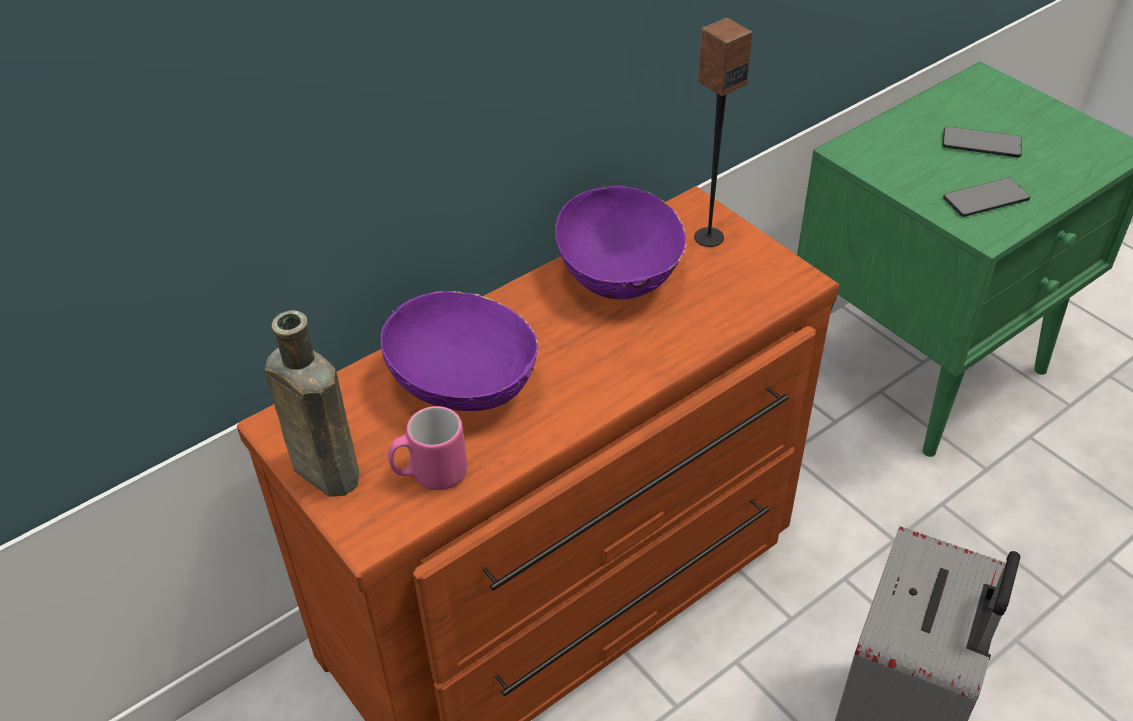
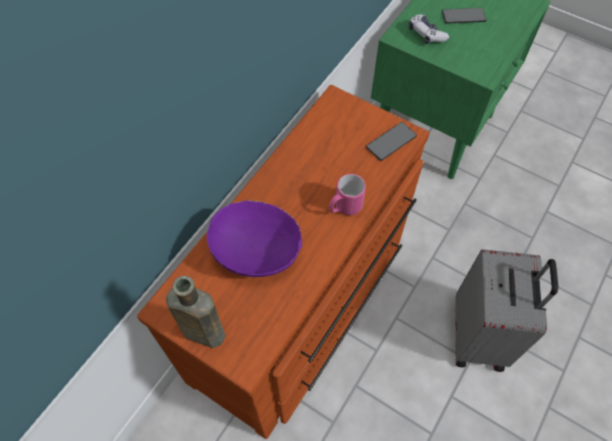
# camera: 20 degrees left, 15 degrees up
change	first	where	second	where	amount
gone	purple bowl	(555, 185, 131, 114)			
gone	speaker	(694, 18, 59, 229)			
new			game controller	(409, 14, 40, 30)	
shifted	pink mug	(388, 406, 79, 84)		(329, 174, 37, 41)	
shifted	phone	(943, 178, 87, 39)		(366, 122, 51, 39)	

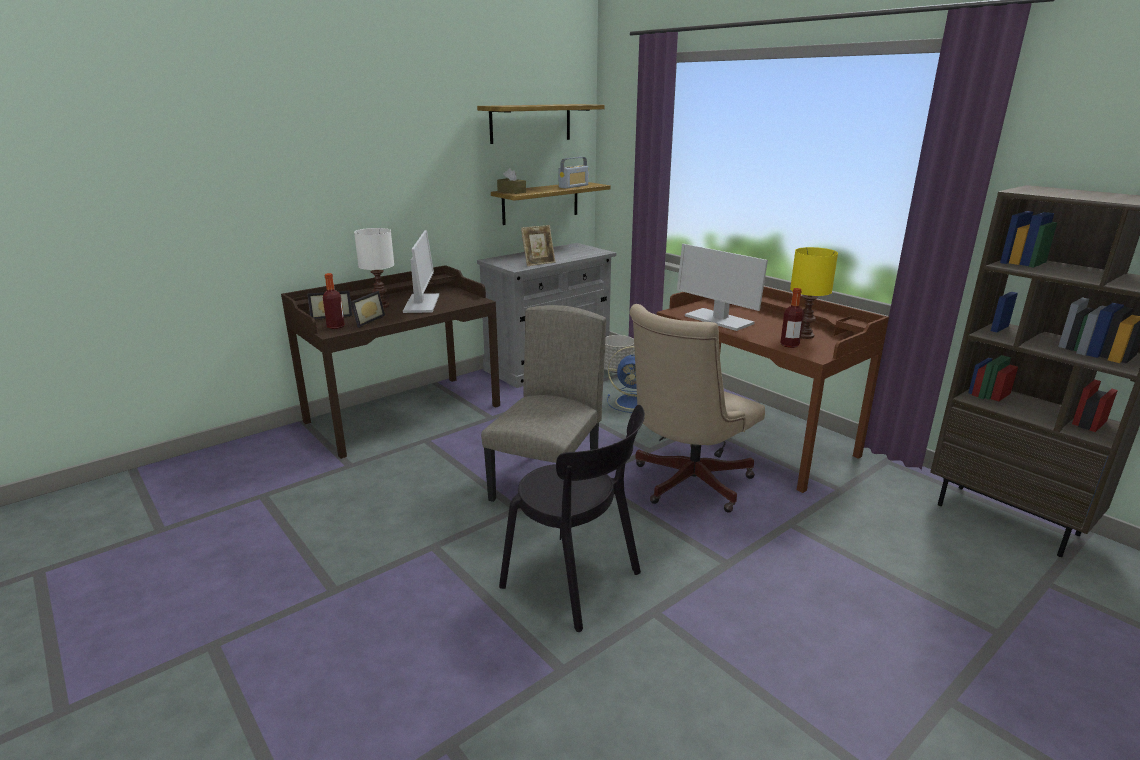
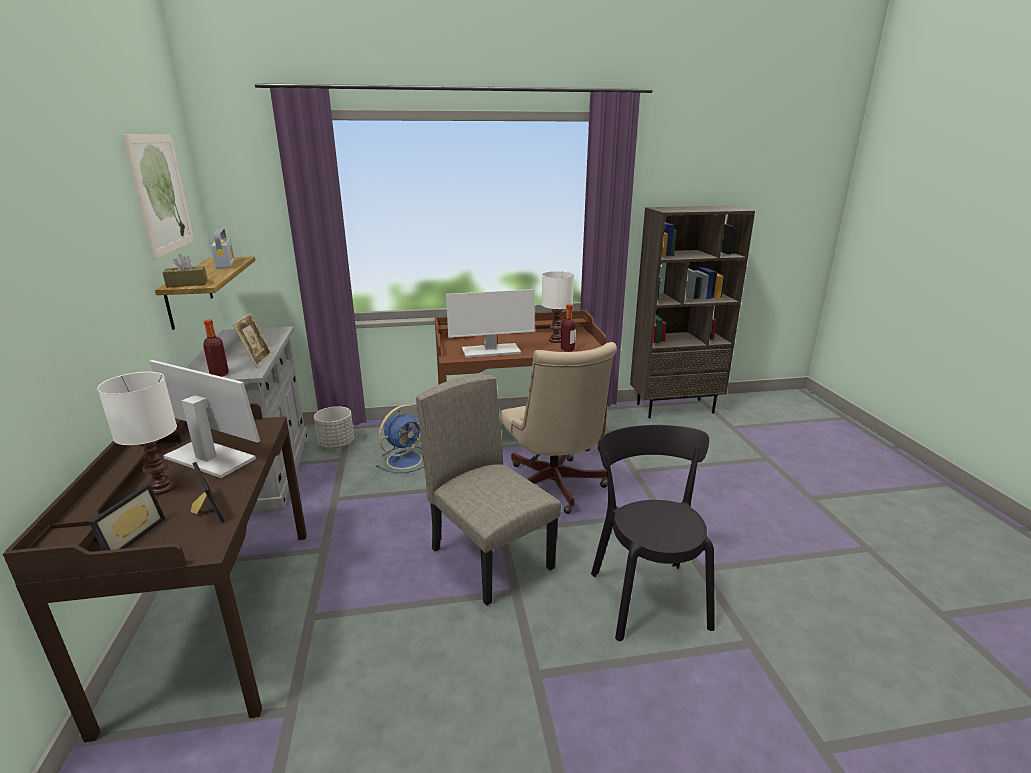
# camera: 60 degrees left, 0 degrees up
change	first	where	second	where	amount
shifted	bottle	(323, 273, 22, 56)		(203, 319, 26, 58)	
swapped	shelf	(477, 104, 128, 40)	picture	(123, 134, 71, 125)	
repainted	yellow table lamp	(790, 247, 48, 92)	white table lamp	(542, 271, 32, 72)	
rotated	black chair	(499, 405, 146, 227)		(591, 425, 124, 216)	75 degrees counterclockwise

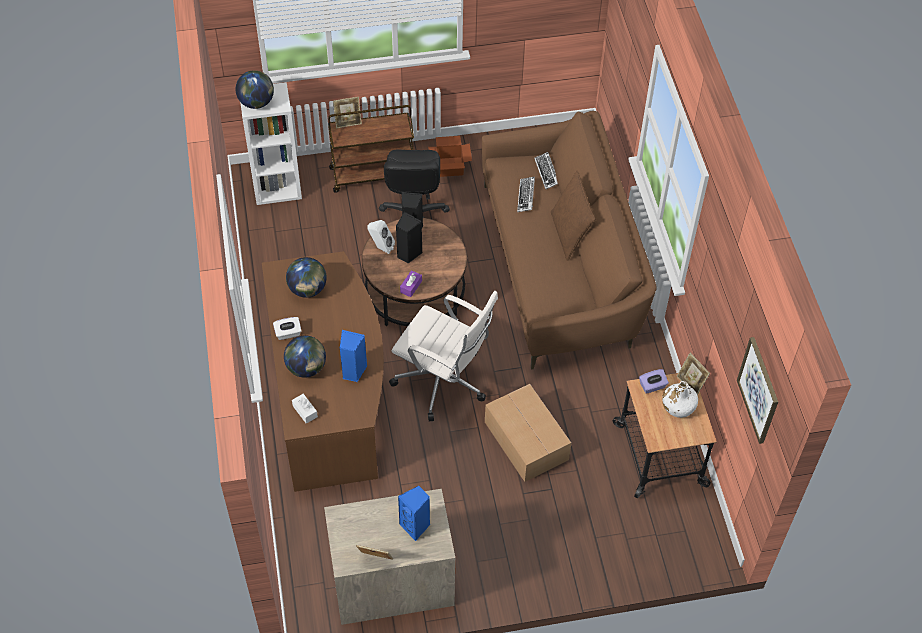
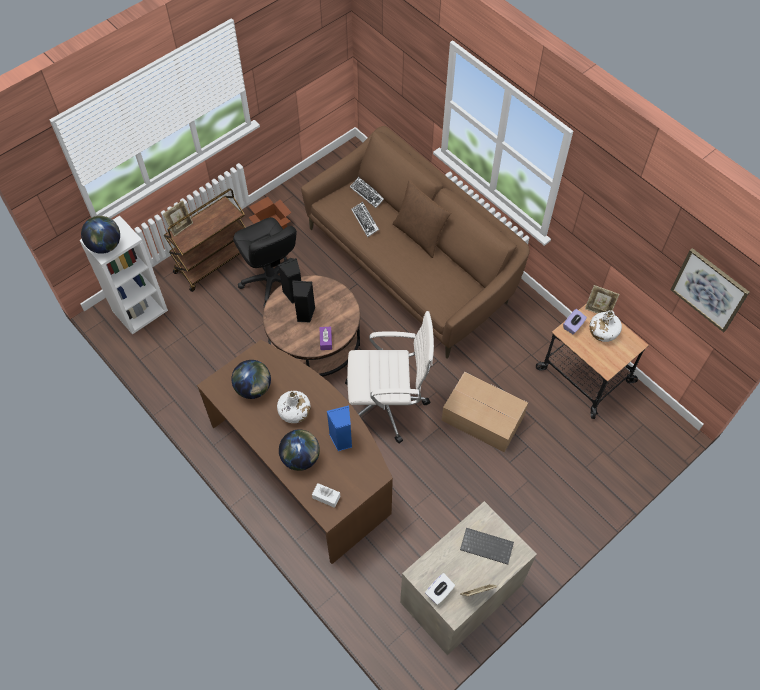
# camera: 30 degrees left, 5 degrees up
change	first	where	second	where	amount
gone	white speaker	(367, 220, 28, 34)			
new			white bottle	(277, 391, 34, 32)	
shifted	white tissue box	(273, 317, 28, 23)		(425, 573, 30, 32)	
swapped	blue speaker	(398, 486, 32, 55)	keyboard	(460, 528, 54, 37)	

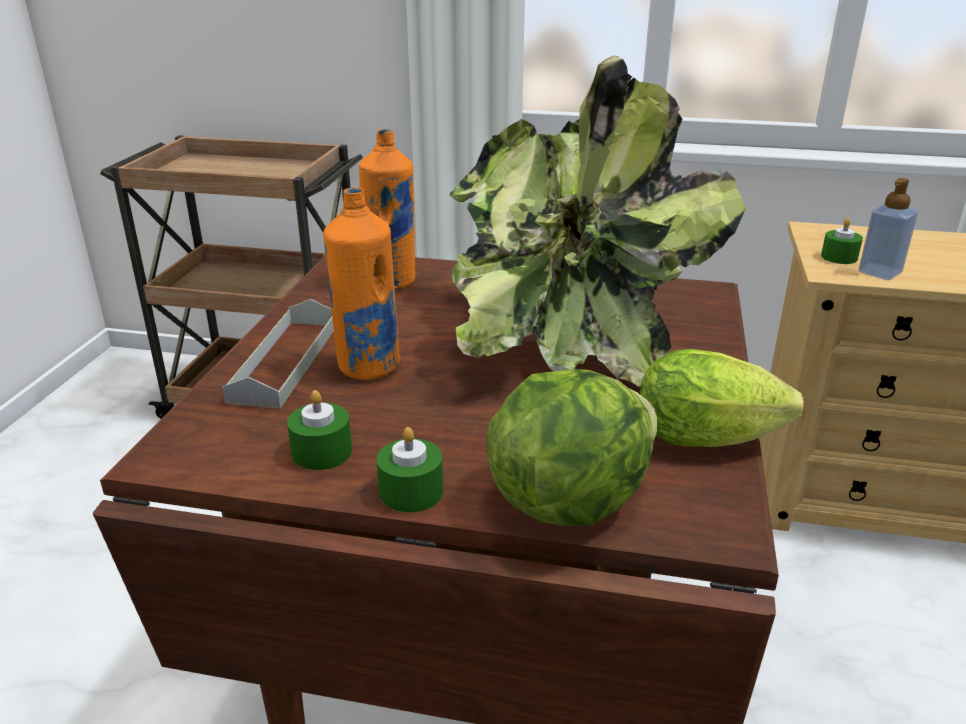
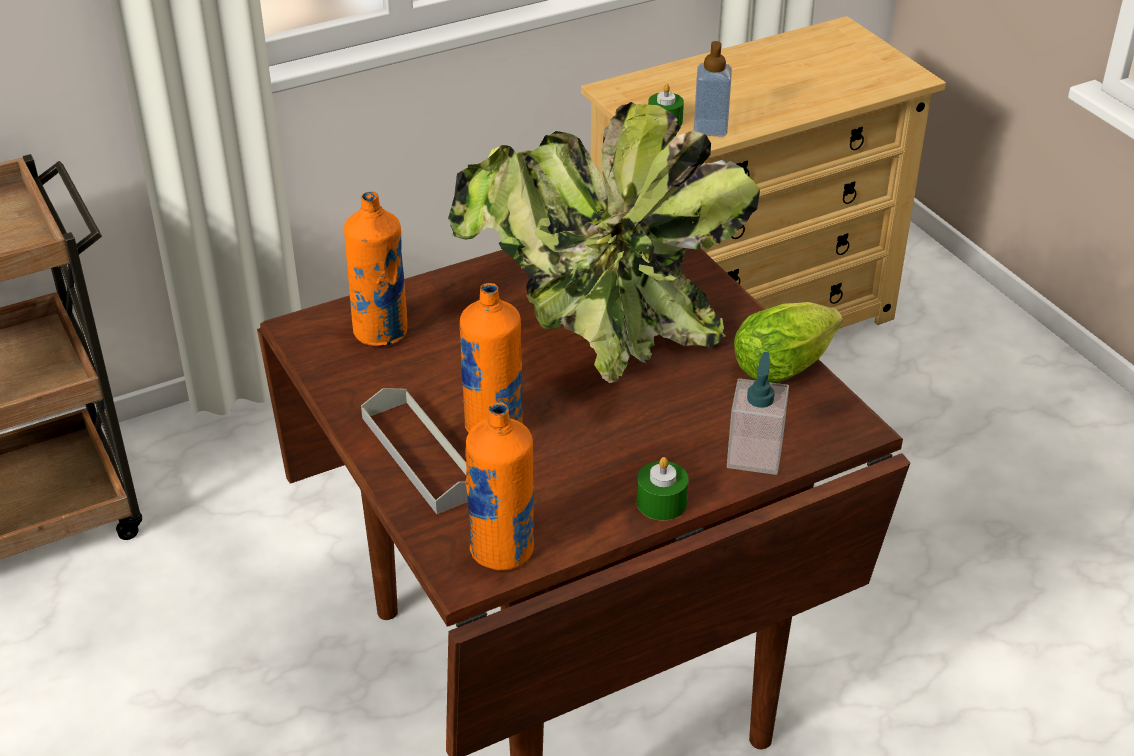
# camera: 40 degrees left, 10 degrees up
change	first	where	second	where	amount
gone	green candle	(287, 390, 65, 80)			
new			orange bottle	(465, 402, 69, 168)	
swapped	lettuce	(486, 369, 171, 157)	soap dispenser	(727, 352, 62, 123)	

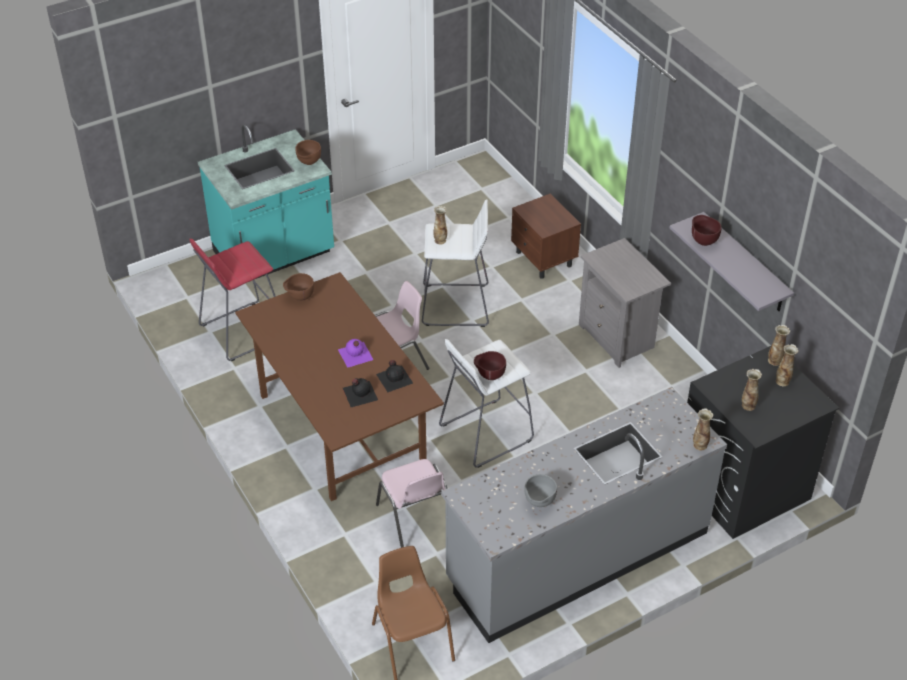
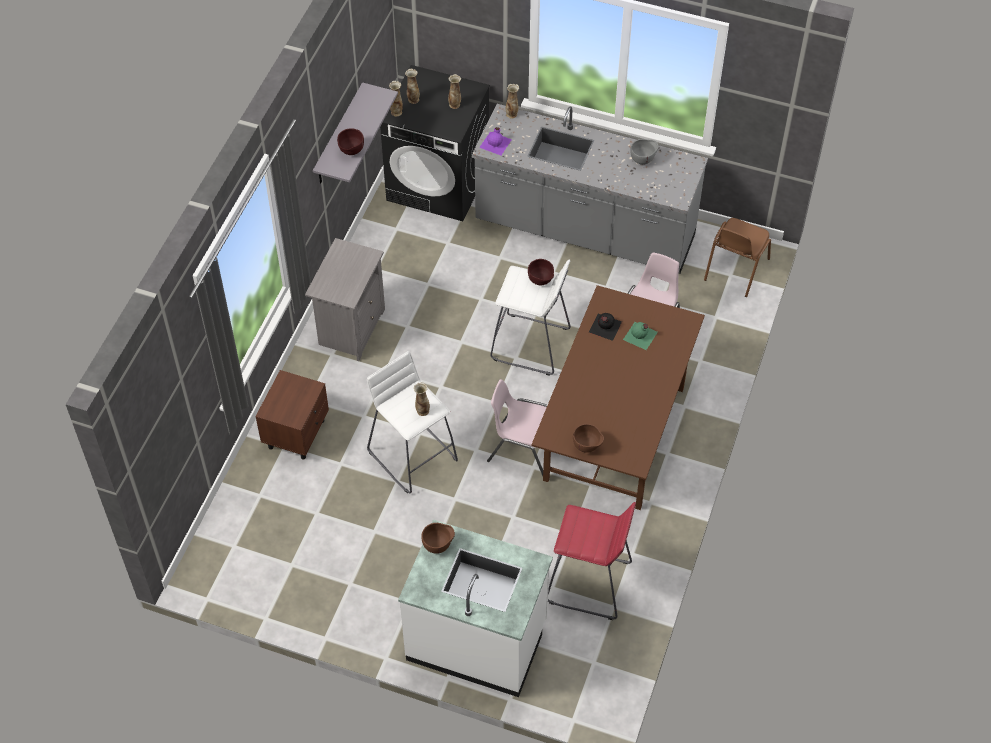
# camera: 130 degrees left, 10 degrees up
change	first	where	second	where	amount
shifted	purple bottle	(338, 339, 36, 29)		(479, 127, 33, 28)	
repainted	turquoise counter	(198, 125, 136, 154)	white counter	(398, 520, 155, 177)	
repainted	black bottle	(343, 378, 35, 29)	green bottle	(623, 322, 35, 28)	

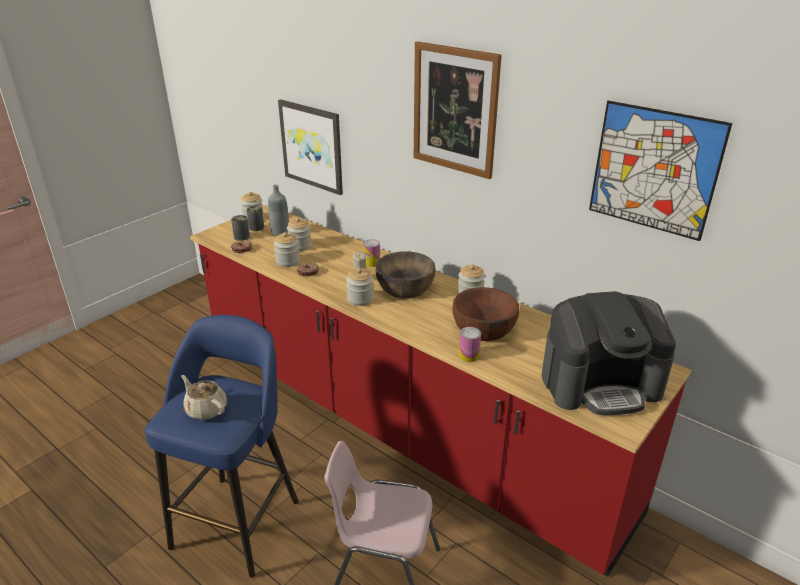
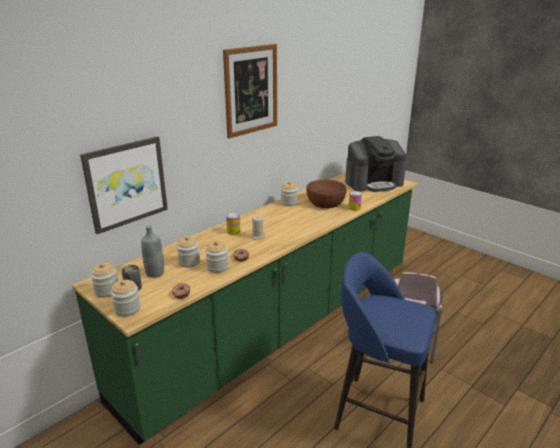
# camera: 85 degrees left, 5 degrees down
change	first	where	second	where	amount
gone	beige teapot	(181, 375, 46, 45)			
gone	can	(231, 215, 19, 26)			
gone	brown bowl	(376, 251, 59, 47)			
gone	picture	(589, 101, 143, 140)			
shifted	jar	(346, 268, 28, 38)		(111, 280, 29, 37)	
repainted	red counter	(190, 205, 501, 372)	green counter	(72, 173, 346, 272)	
rotated	coffee machine	(541, 291, 135, 124)		(345, 136, 61, 56)	75 degrees clockwise

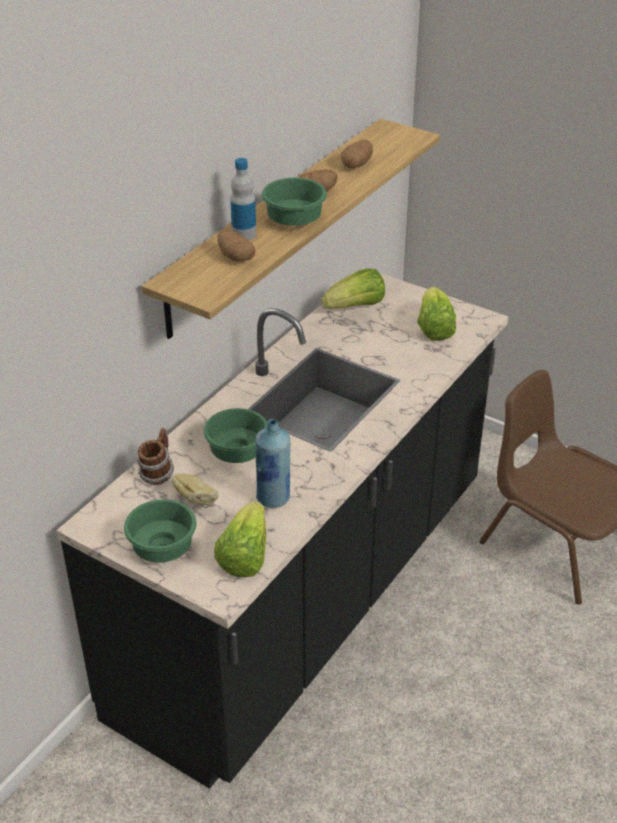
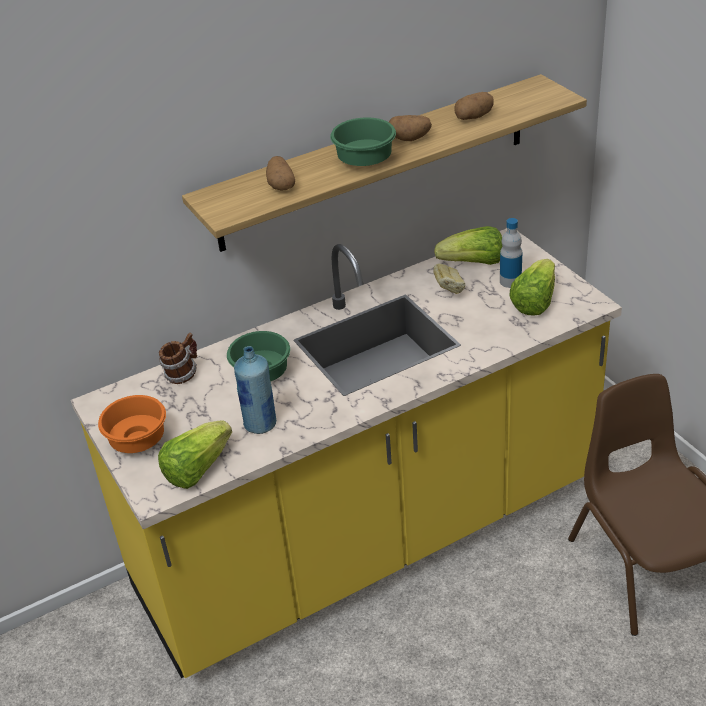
# camera: 30 degrees right, 0 degrees up
change	first	where	second	where	amount
shifted	bread	(172, 474, 46, 32)		(434, 263, 31, 31)	
shifted	bottle	(230, 158, 26, 82)		(500, 218, 22, 70)	
repainted	black counter	(56, 268, 452, 521)	yellow counter	(71, 228, 551, 450)	
repainted	green bowl	(124, 499, 72, 63)	orange bowl	(98, 395, 68, 58)	

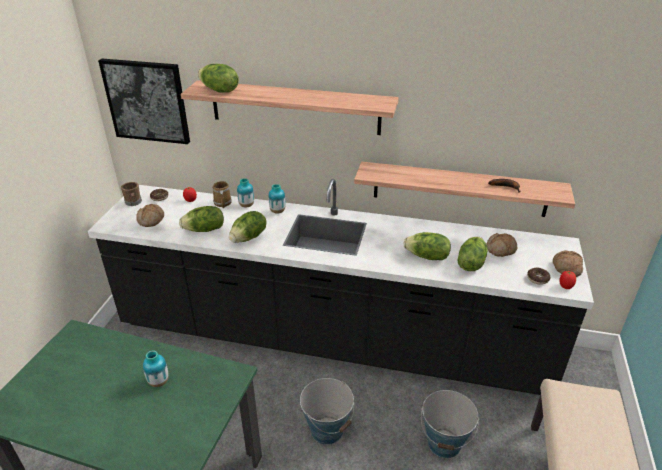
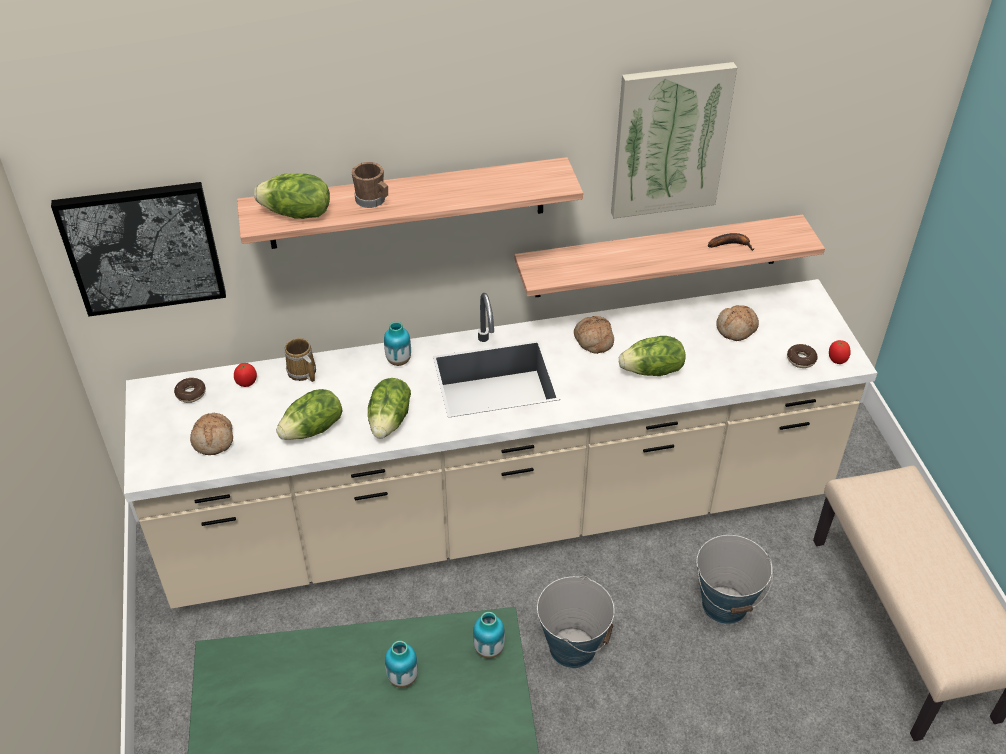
# camera: 25 degrees left, 10 degrees up
change	first	where	second	where	amount
gone	lettuce	(457, 237, 31, 34)			
new			picture	(611, 62, 126, 156)	
shifted	brown mug	(121, 182, 21, 24)		(351, 162, 37, 46)	
shifted	vase	(237, 178, 17, 30)		(473, 612, 32, 47)	
shifted	bread	(553, 250, 30, 27)		(574, 316, 40, 38)	
repainted	black counter	(88, 179, 506, 216)	beige counter	(124, 279, 753, 330)	

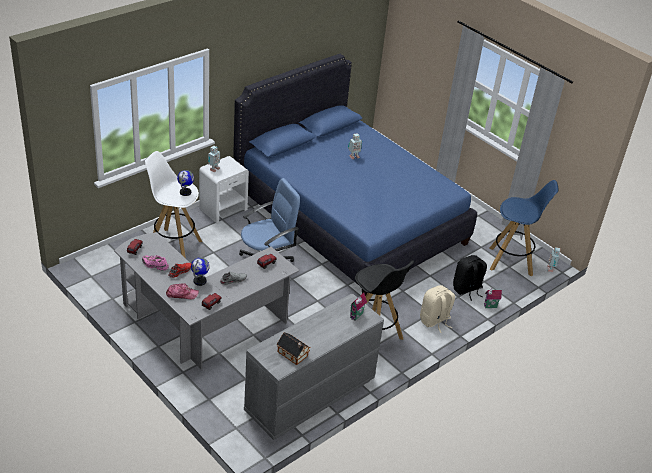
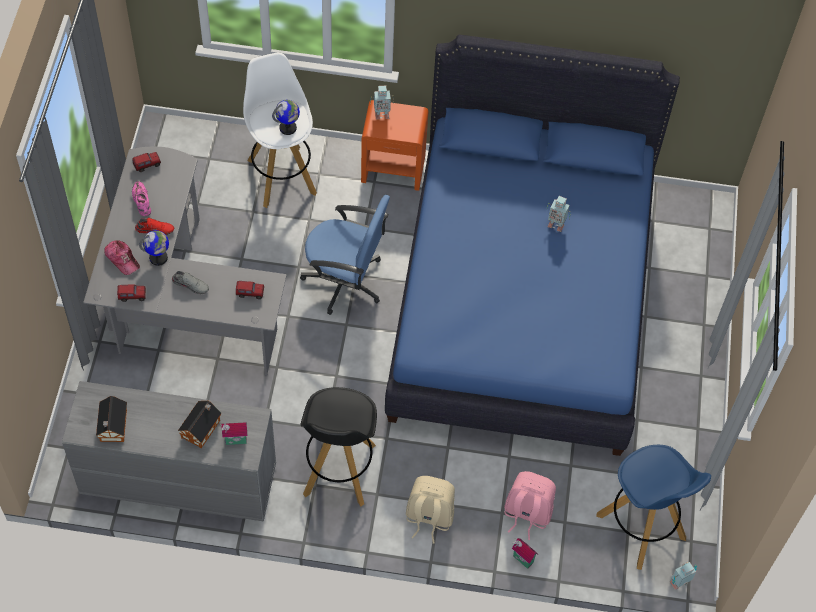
# camera: 50 degrees right, 20 degrees up
change	first	where	second	where	amount
new			toy house	(178, 401, 44, 47)	
repainted	white nightstand	(199, 156, 50, 67)	orange nightstand	(361, 100, 67, 91)	
repainted	black backpack	(453, 255, 34, 46)	pink backpack	(504, 471, 52, 69)	

